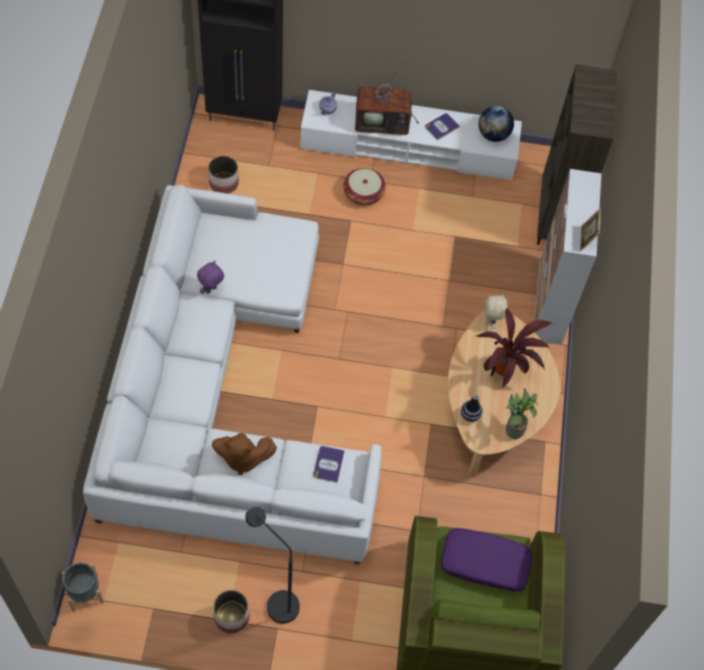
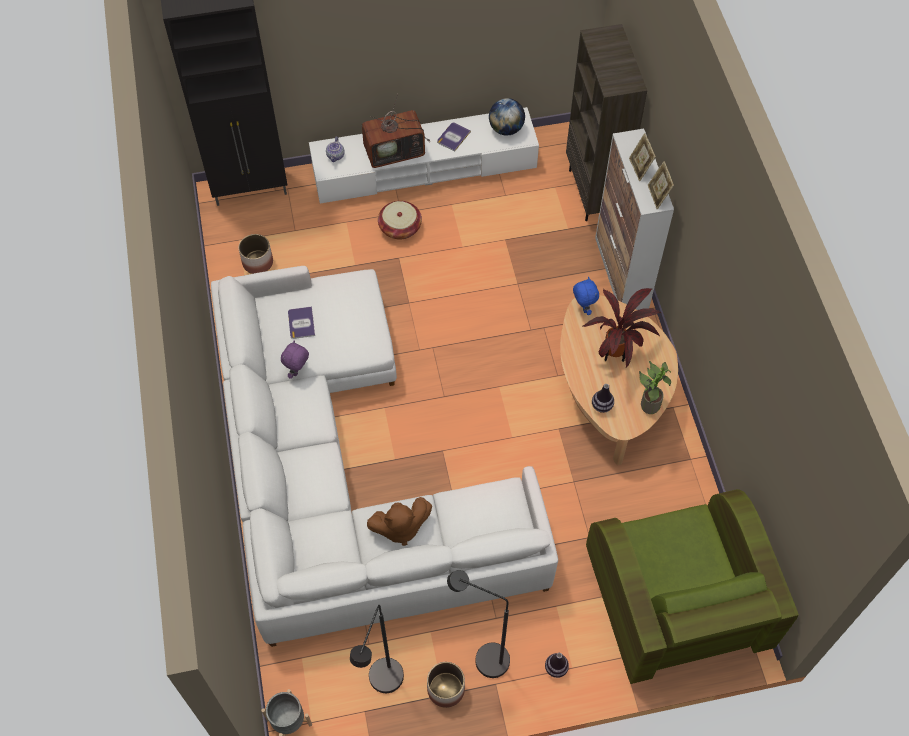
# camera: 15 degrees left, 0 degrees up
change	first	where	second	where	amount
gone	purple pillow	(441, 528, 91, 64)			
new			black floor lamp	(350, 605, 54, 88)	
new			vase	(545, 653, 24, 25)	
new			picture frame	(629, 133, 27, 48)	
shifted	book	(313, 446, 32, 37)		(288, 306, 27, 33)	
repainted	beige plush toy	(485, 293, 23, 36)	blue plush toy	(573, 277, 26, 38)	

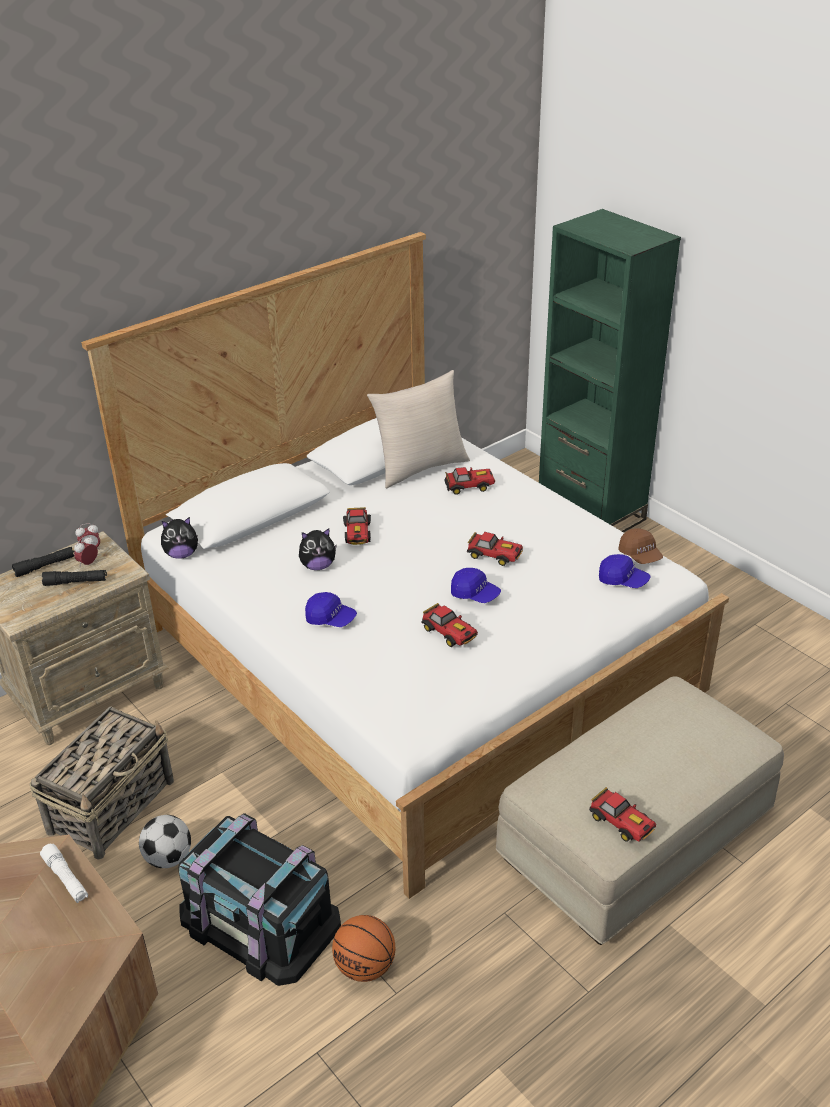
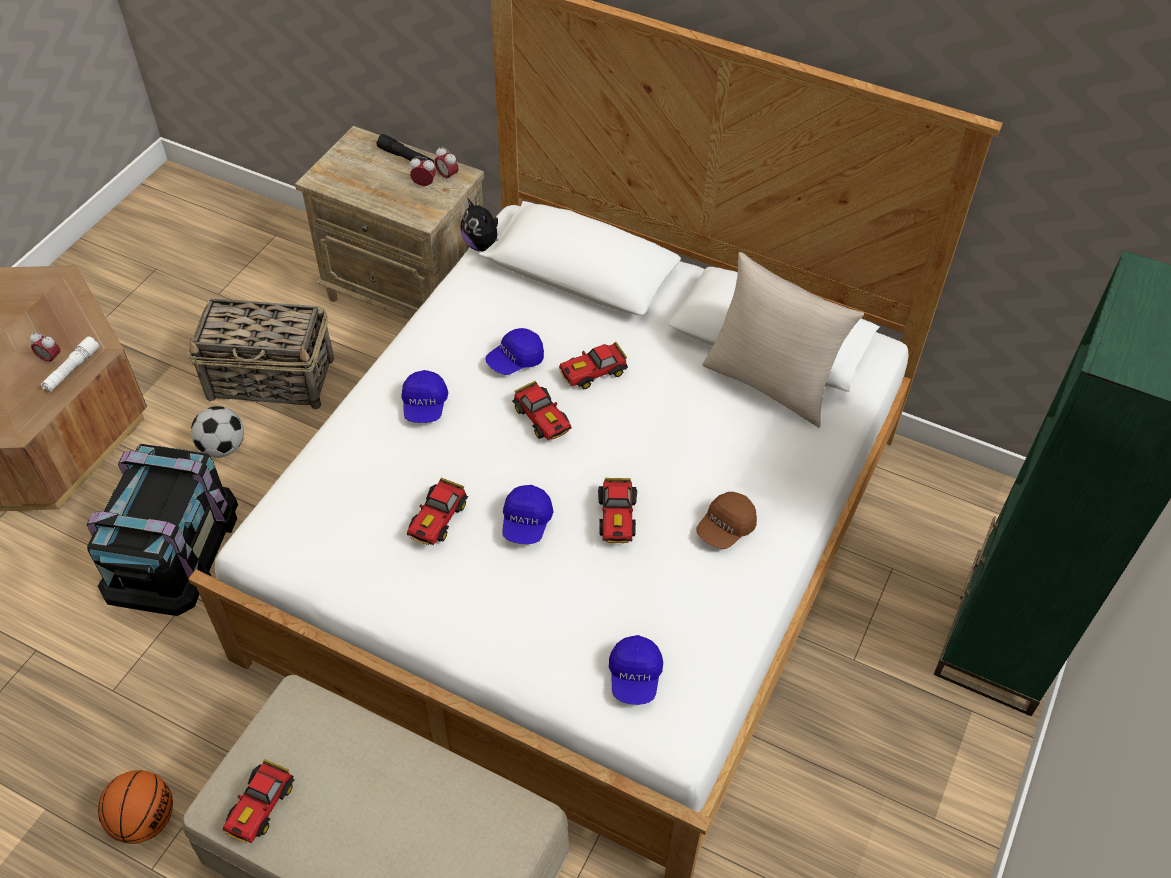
# camera: 65 degrees right, 15 degrees up
change	first	where	second	where	amount
gone	black flashlight	(42, 570, 65, 16)			
new			alarm clock	(30, 332, 30, 33)	
shifted	basketball	(332, 915, 63, 67)		(98, 770, 75, 74)	
shifted	toy car	(444, 467, 51, 28)		(512, 381, 59, 59)	
shifted	brown cap	(618, 528, 45, 36)		(696, 492, 61, 57)	
swapped	plush toy	(299, 528, 38, 42)	blue cap	(486, 328, 58, 47)	

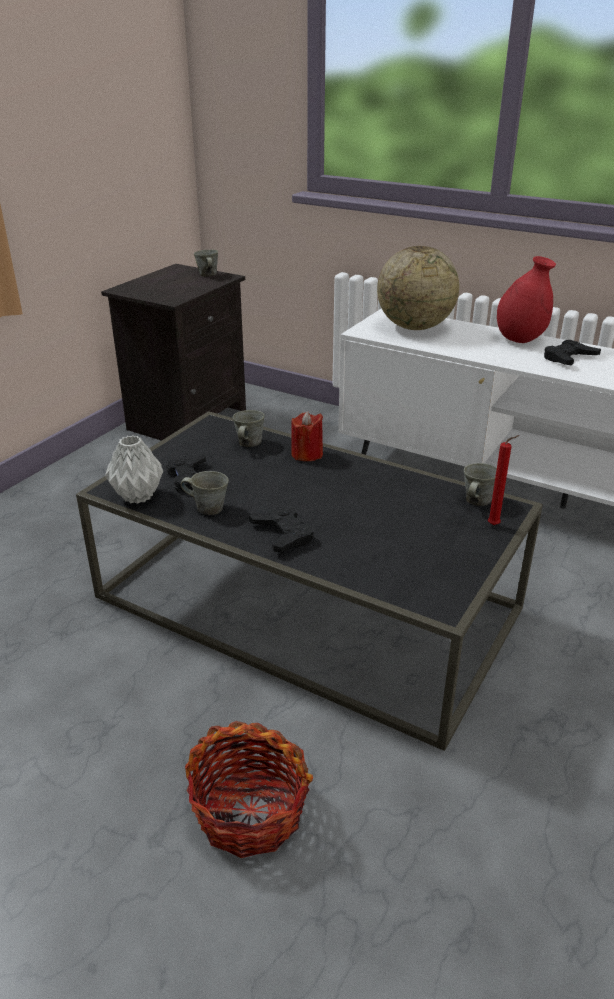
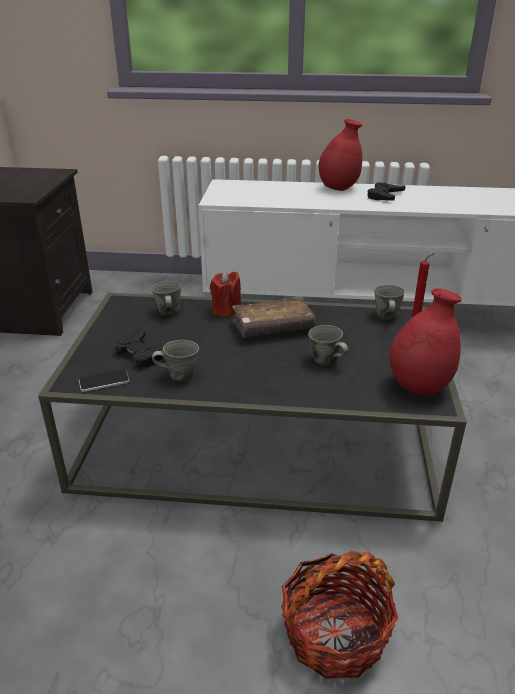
# camera: 25 degrees left, 0 degrees up
change	first	where	second	where	amount
gone	black game controller	(249, 506, 65, 46)			
gone	globe	(377, 246, 82, 84)			
new			brown book	(232, 296, 83, 42)	
new			red vase	(389, 288, 73, 107)	
shifted	grey mug	(194, 250, 24, 27)		(308, 325, 40, 41)	
swapped	grey vase	(105, 436, 58, 68)	phone	(79, 369, 50, 23)	

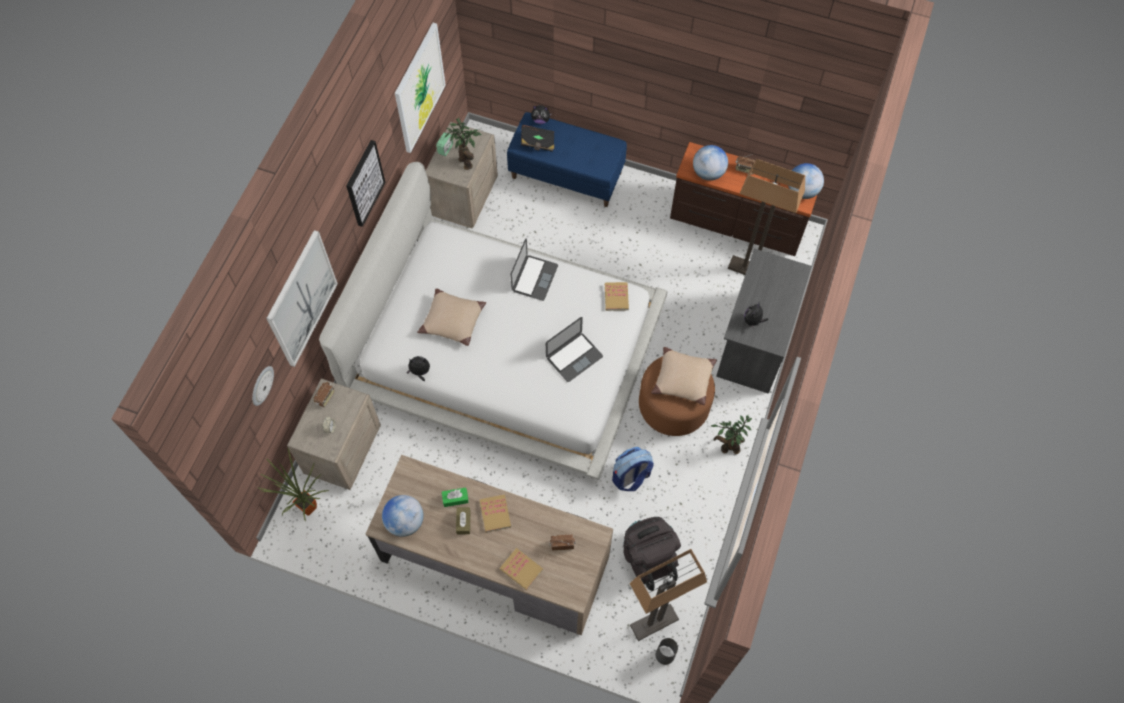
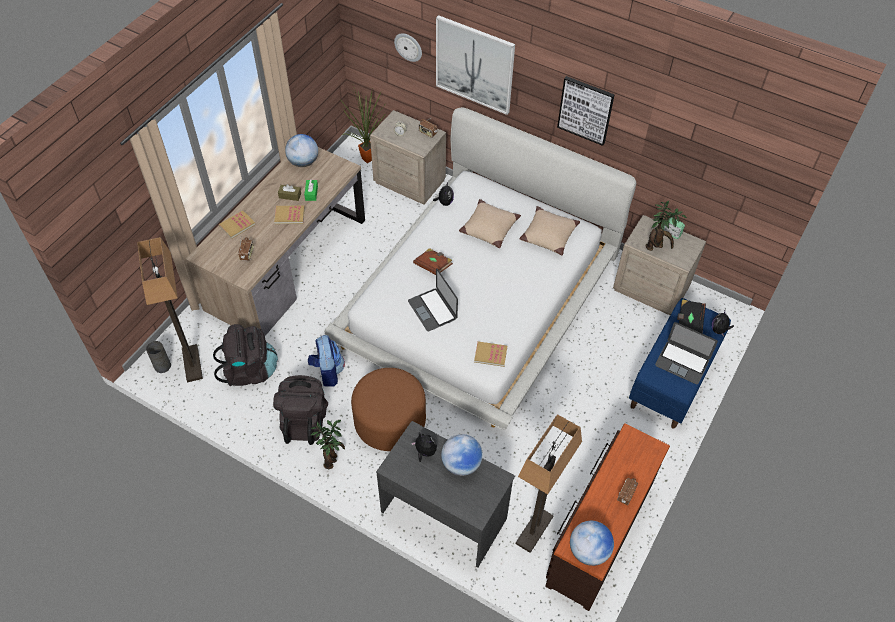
# camera: 100 degrees right, 10 degrees down
change	first	where	second	where	amount
gone	picture	(395, 23, 51, 130)			
new			black backpack	(273, 375, 55, 70)	
new			brown book	(413, 248, 40, 27)	
shifted	laptop	(510, 238, 48, 63)		(655, 322, 63, 62)	
shifted	beige pillow	(651, 347, 66, 58)		(520, 206, 60, 49)	
shifted	globe	(693, 145, 35, 36)		(441, 434, 42, 42)	

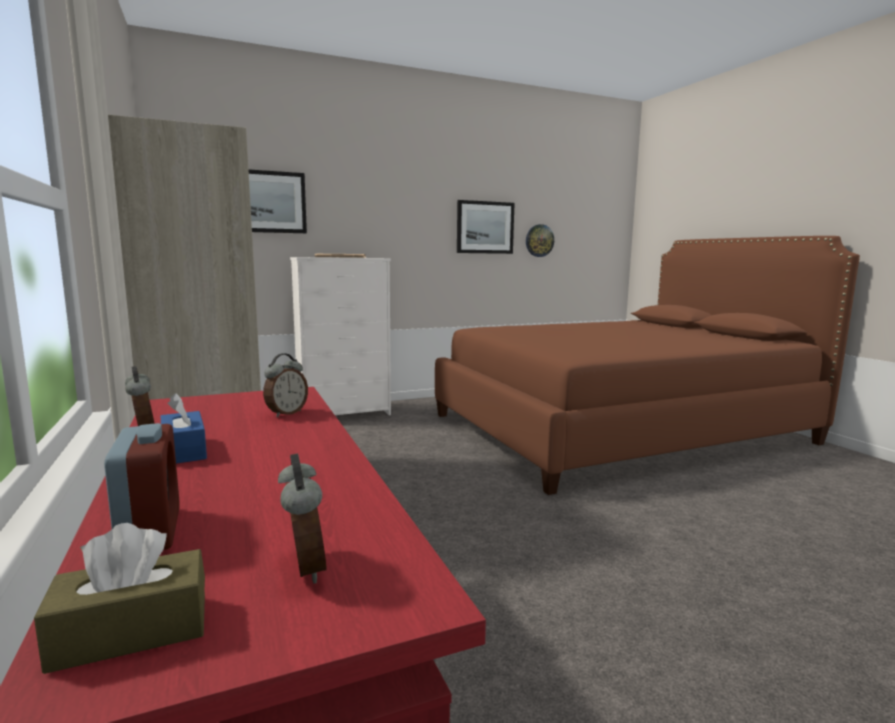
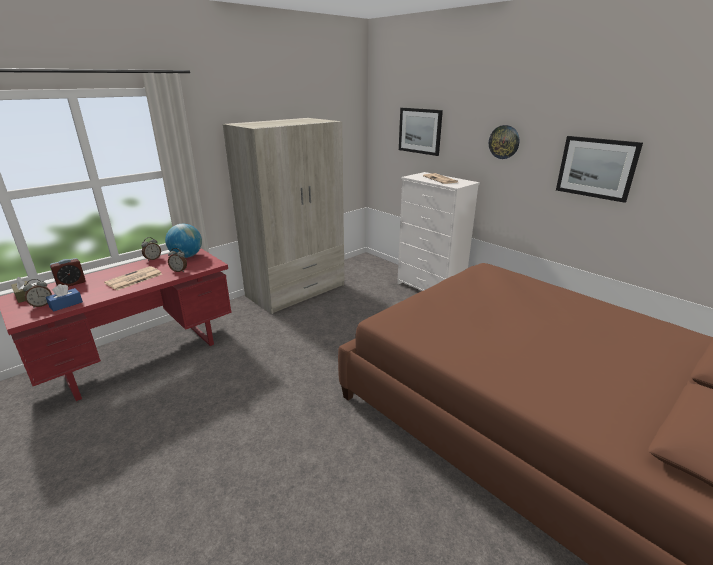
# camera: 70 degrees right, 15 degrees up
change	first	where	second	where	amount
new			newspaper	(104, 266, 58, 24)	
new			globe	(165, 224, 37, 34)	
shifted	blue tissue box	(161, 393, 46, 71)		(46, 284, 37, 28)	
shifted	wall clock	(526, 224, 28, 33)		(489, 125, 31, 34)	

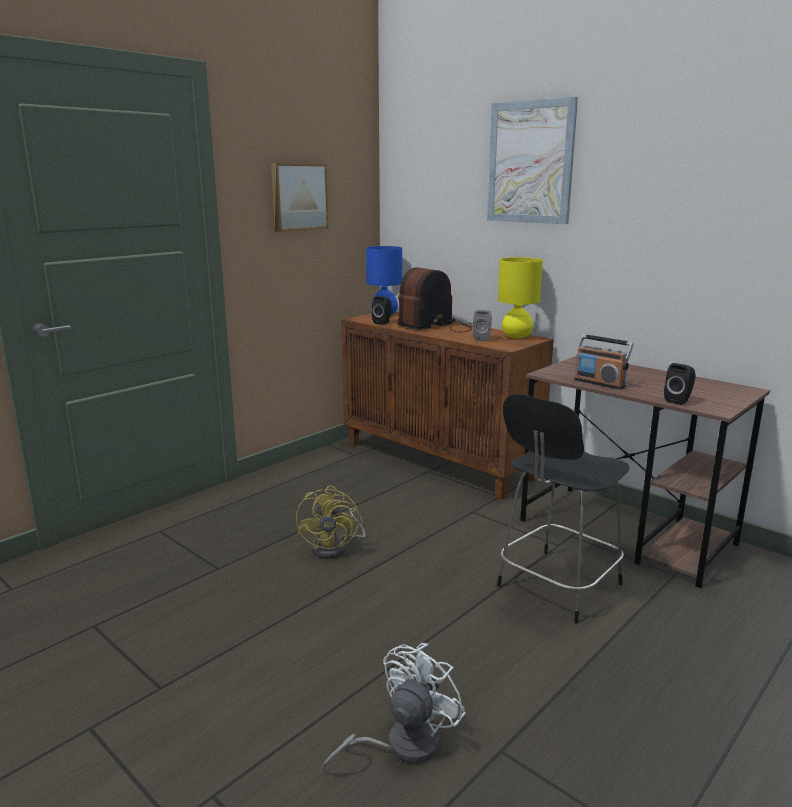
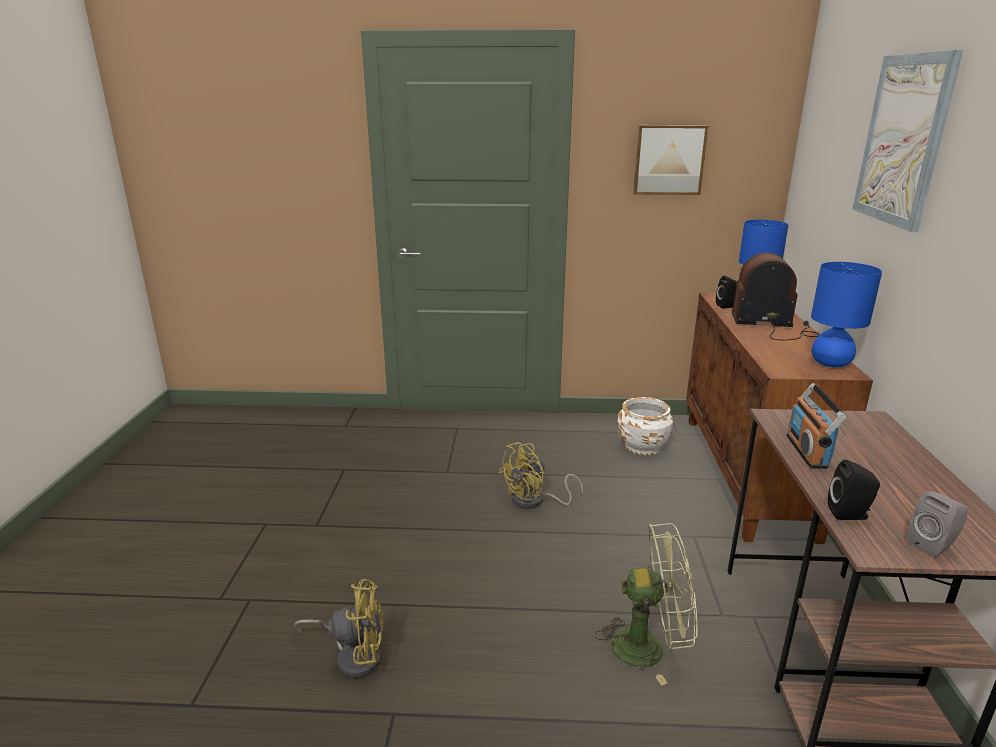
# camera: 50 degrees right, 5 degrees up
change	first	where	second	where	amount
new			white planter	(618, 397, 55, 59)	
shifted	grey speaker	(473, 310, 19, 31)		(908, 491, 60, 66)	
swapped	black chair	(497, 394, 133, 230)	green fan	(595, 523, 103, 163)	
repainted	white fan	(323, 643, 143, 129)	yellow fan	(294, 579, 90, 99)	
repainted	yellow table lamp	(498, 257, 45, 82)	blue table lamp	(811, 262, 71, 106)	

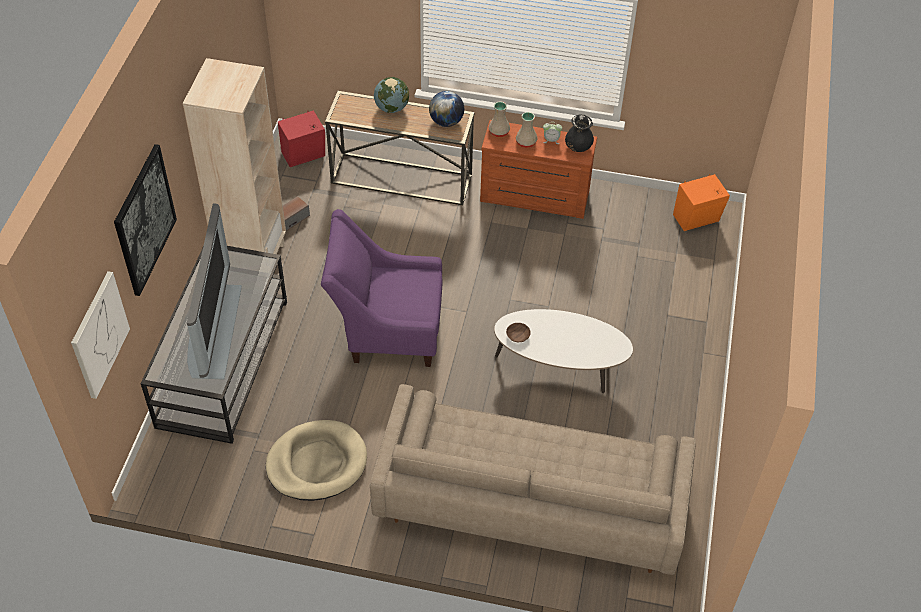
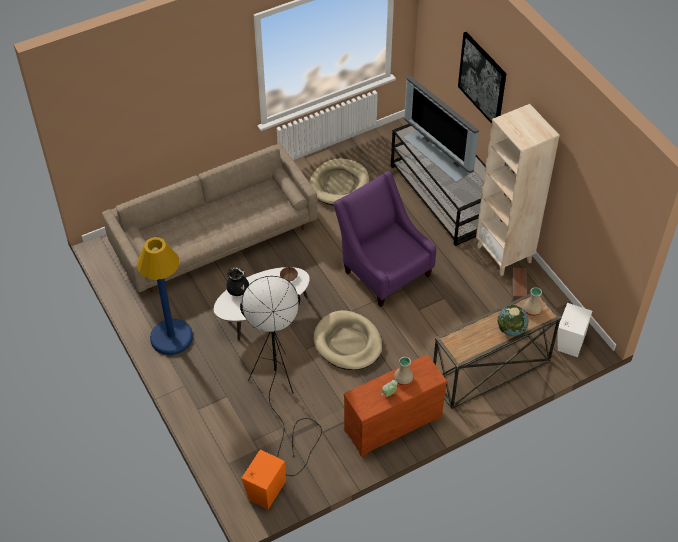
# camera: 140 degrees right, 0 degrees up
change	first	where	second	where	amount
gone	picture	(71, 271, 59, 128)			
gone	globe	(429, 91, 35, 36)			
new			blue floor lamp	(137, 237, 56, 118)	
new			black floor lamp	(240, 276, 82, 200)	
new			beige dog bed	(313, 310, 69, 60)	
shifted	beige vase	(488, 101, 22, 36)		(524, 287, 18, 29)	
shifted	black vase	(565, 114, 29, 38)		(227, 267, 22, 29)	
repainted	red speaker	(278, 110, 47, 57)	white speaker	(557, 303, 35, 54)	
rotated	purple armchair	(321, 209, 121, 158)		(333, 171, 103, 136)	90 degrees counterclockwise

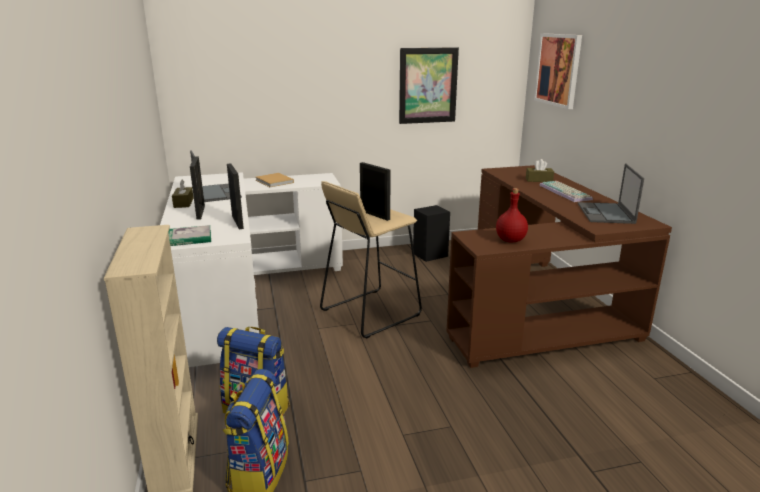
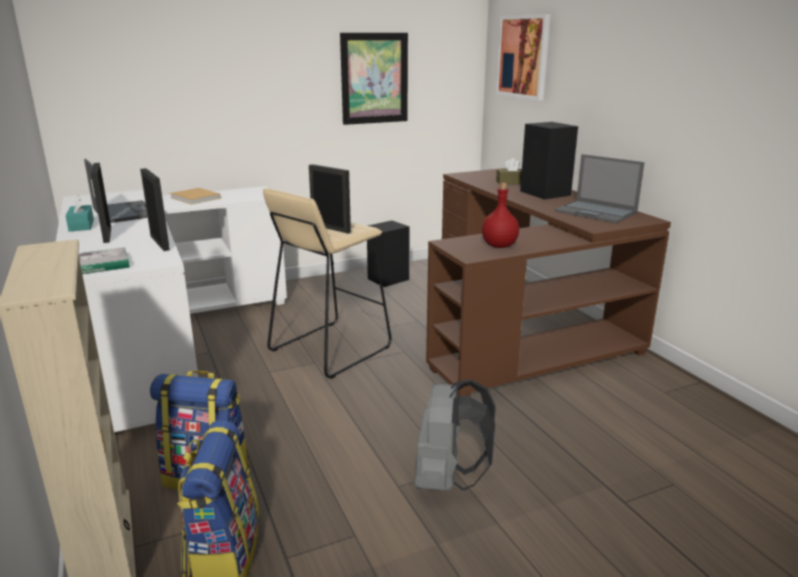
# camera: 10 degrees left, 0 degrees up
change	first	where	second	where	amount
new			grey backpack	(414, 380, 82, 111)	
swapped	keyboard	(539, 181, 54, 21)	black speaker	(520, 122, 58, 77)	
repainted	brown tissue box	(172, 180, 22, 28)	turquoise tissue box	(66, 194, 28, 38)	
rotated	laptop	(578, 164, 66, 60)		(554, 154, 91, 69)	45 degrees counterclockwise

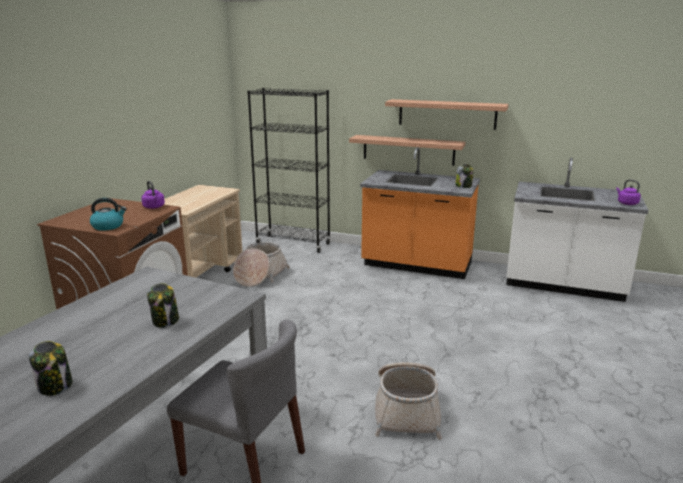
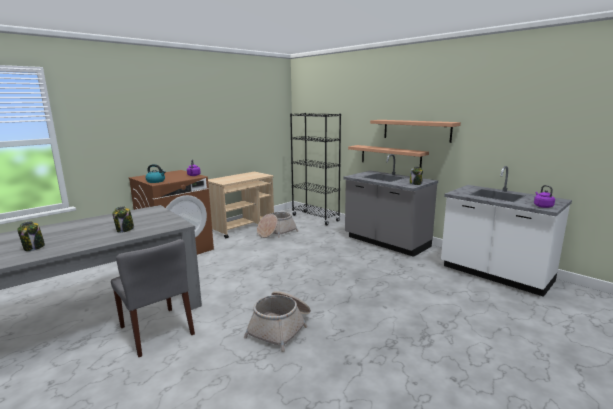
# camera: 25 degrees right, 5 degrees down
change	first	where	second	where	amount
repainted	orange counter	(360, 147, 120, 132)	grey counter	(343, 154, 95, 103)	

